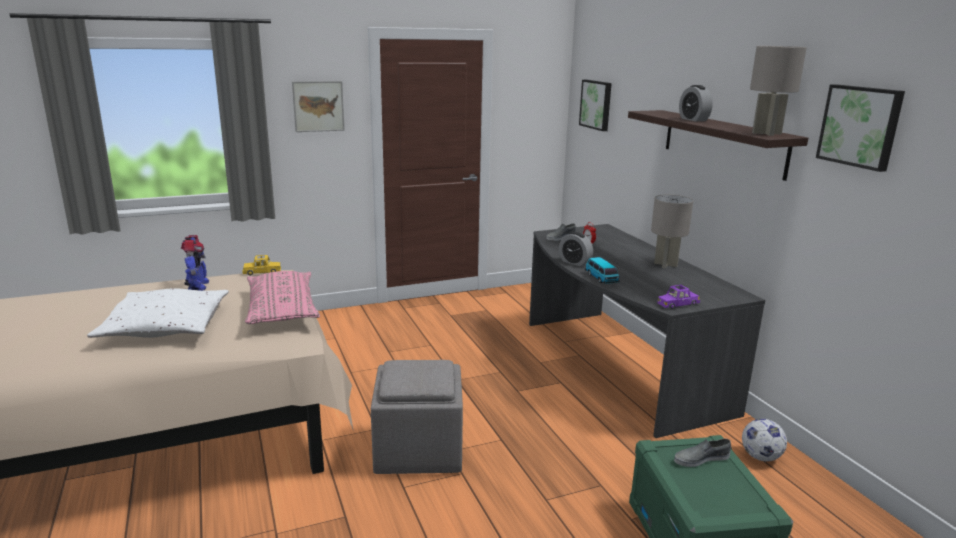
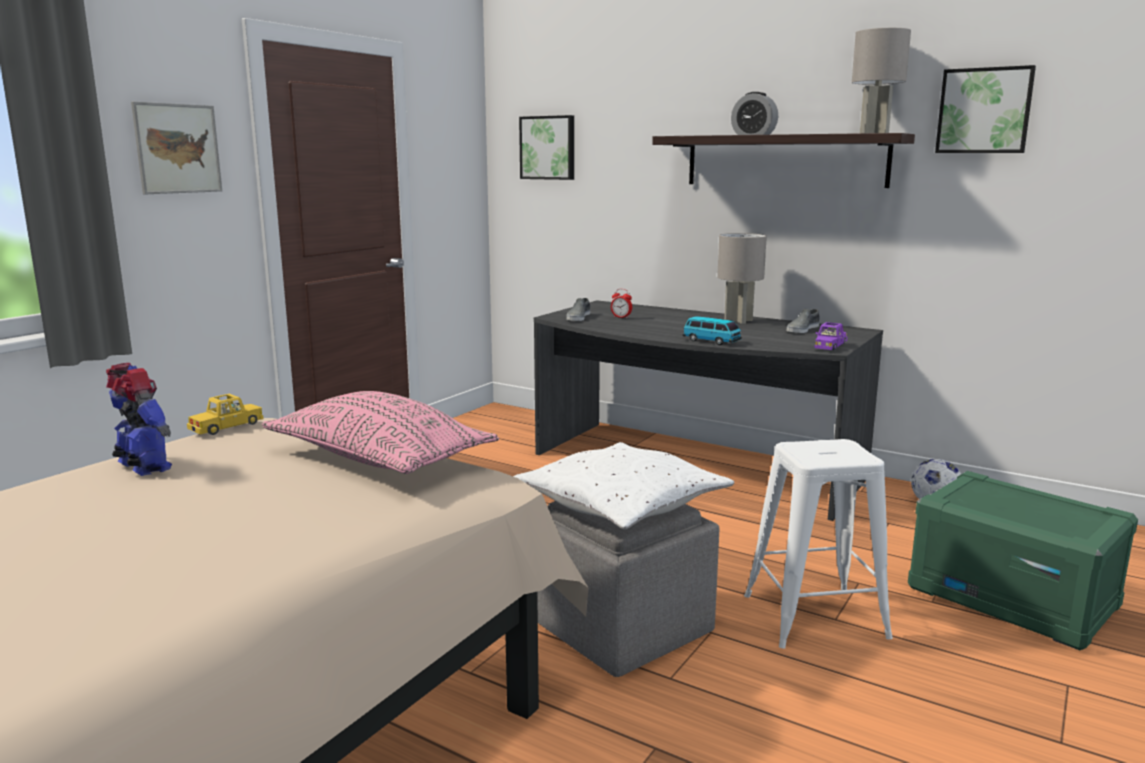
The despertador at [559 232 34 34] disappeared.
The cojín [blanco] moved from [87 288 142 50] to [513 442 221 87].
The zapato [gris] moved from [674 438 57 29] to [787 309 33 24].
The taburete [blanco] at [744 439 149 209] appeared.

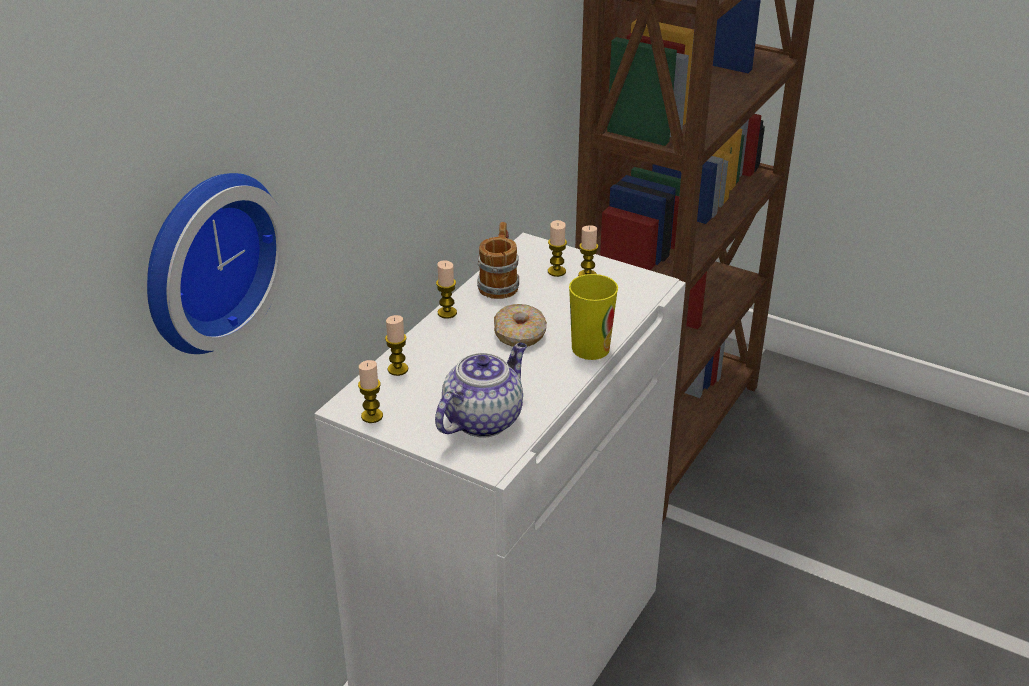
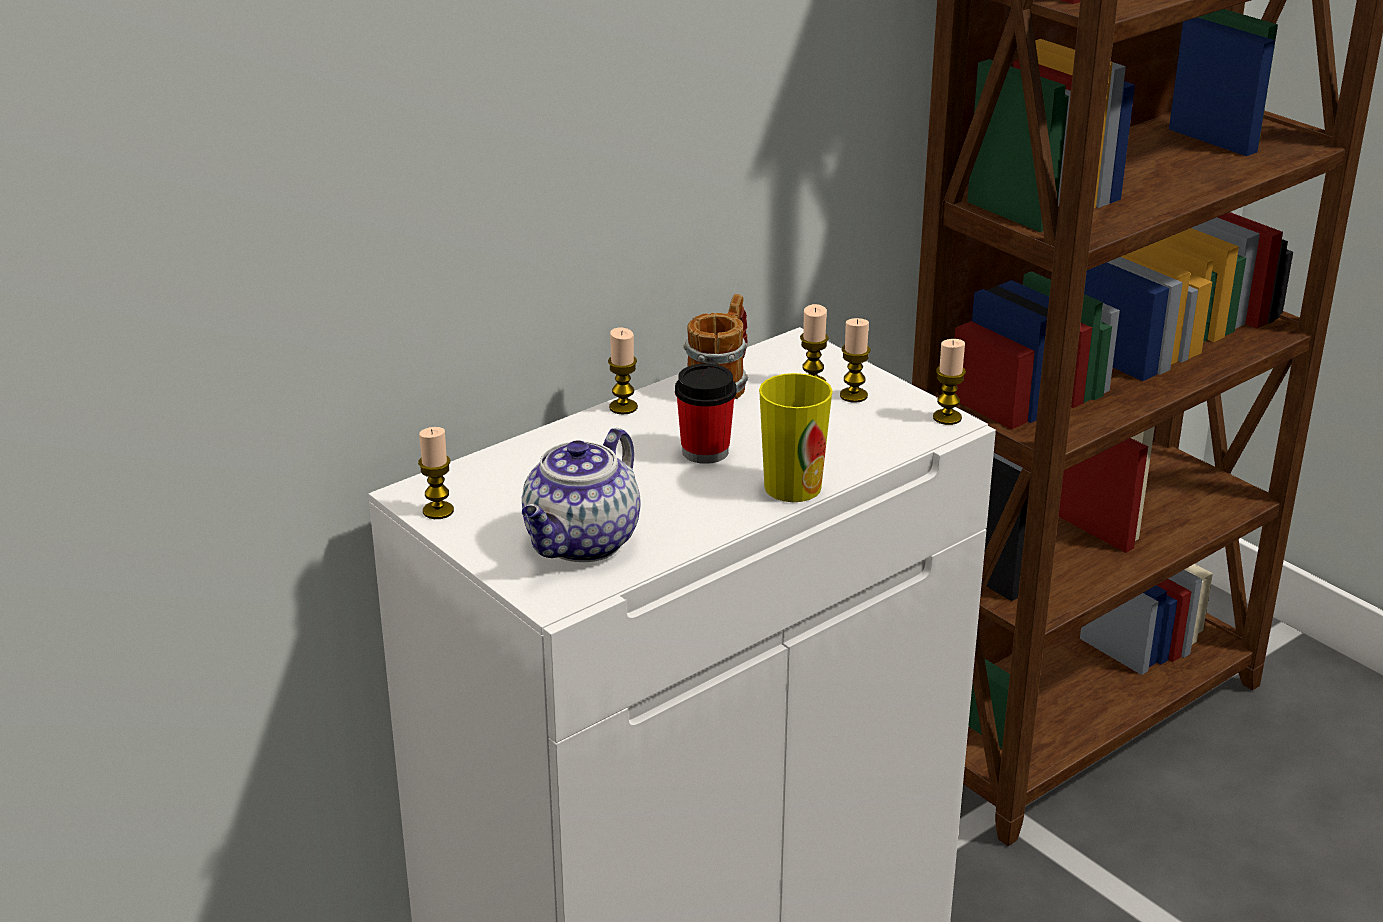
The reloj de pared at [147 173 141 181] disappeared.
The rosquilla at [494 304 53 43] was replaced by the taza at [675 364 61 100].
The vela moved from [385 315 23 61] to [933 339 33 86].
The tetera at [435 343 92 95] turned 150 degrees clockwise.

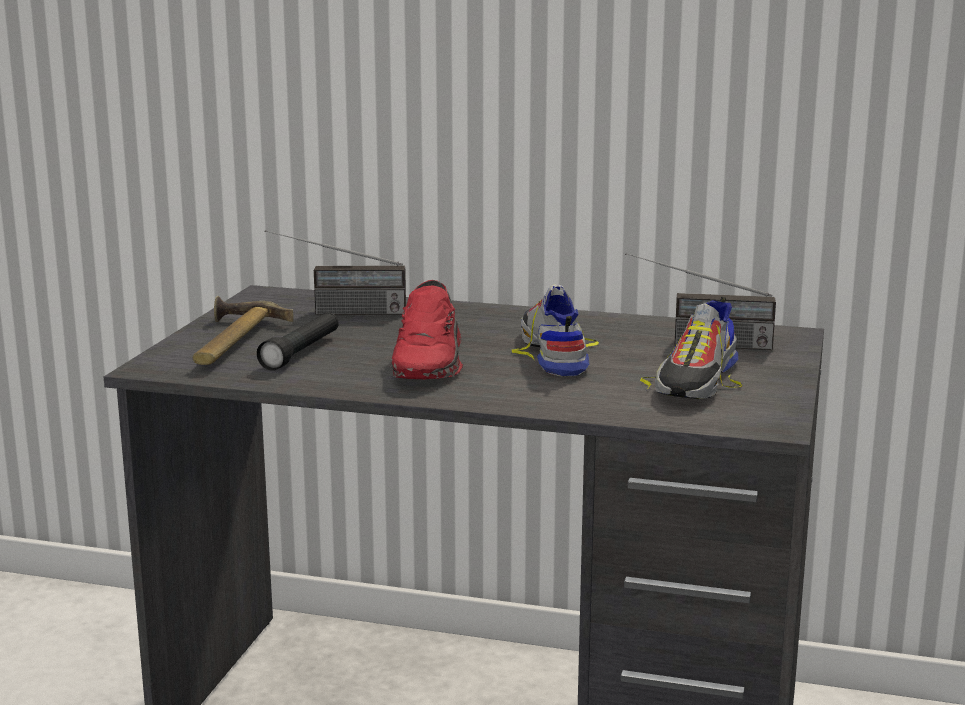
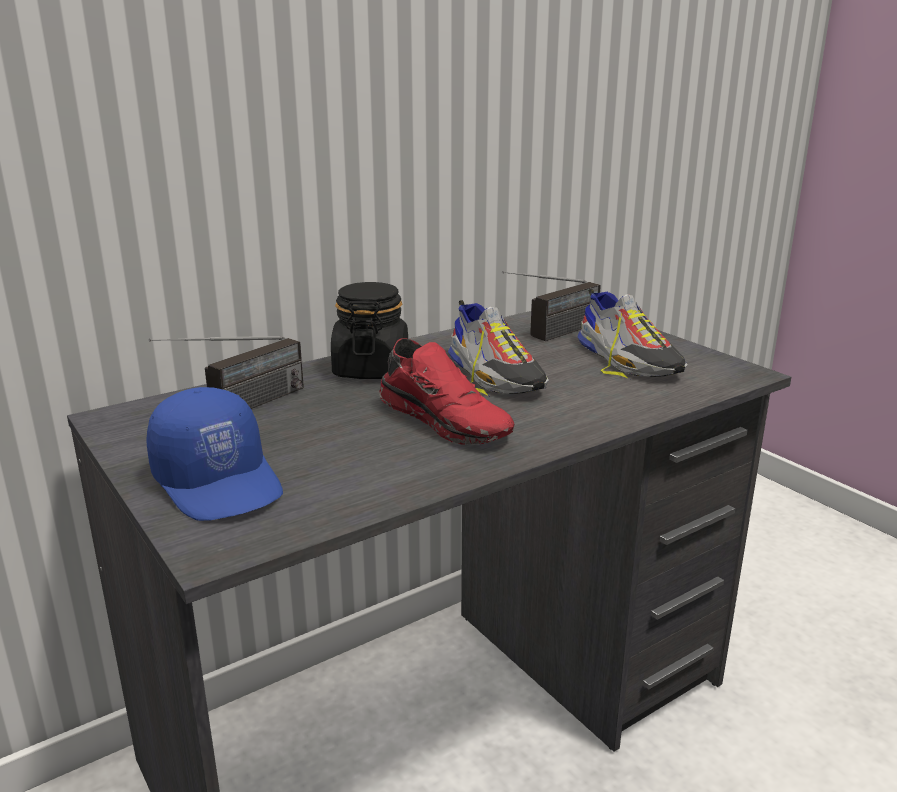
The zapato at [512 284 87 93] turned 150 degrees counterclockwise.
The martillo at [193 296 100 69] was replaced by the gorra [azul] at [146 387 137 134].
The linterna [negro] at [257 312 82 59] disappeared.
The tarro [negro] at [331 282 77 97] appeared.

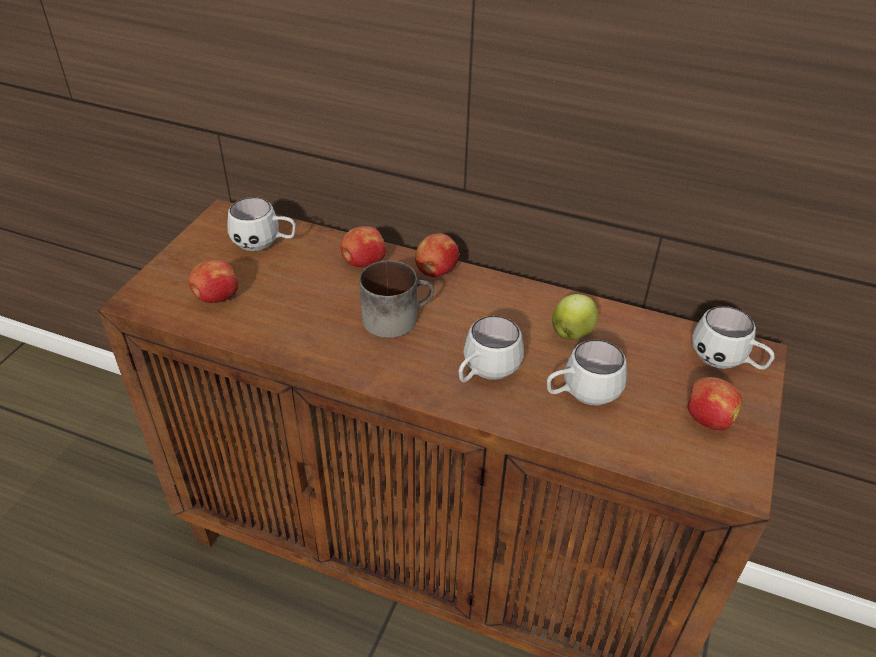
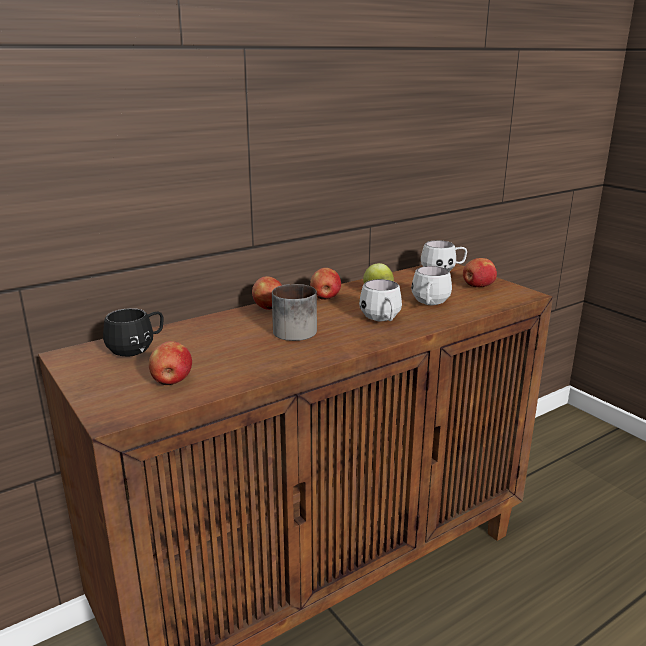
The taza grande [blanco] at [228 197 68 54] became the taza grande [negro] at [103 308 60 49].
The manzana moved from [340 226 46 41] to [310 268 31 32].

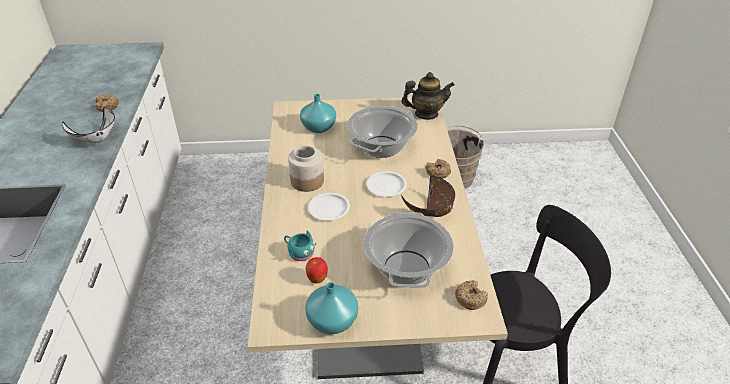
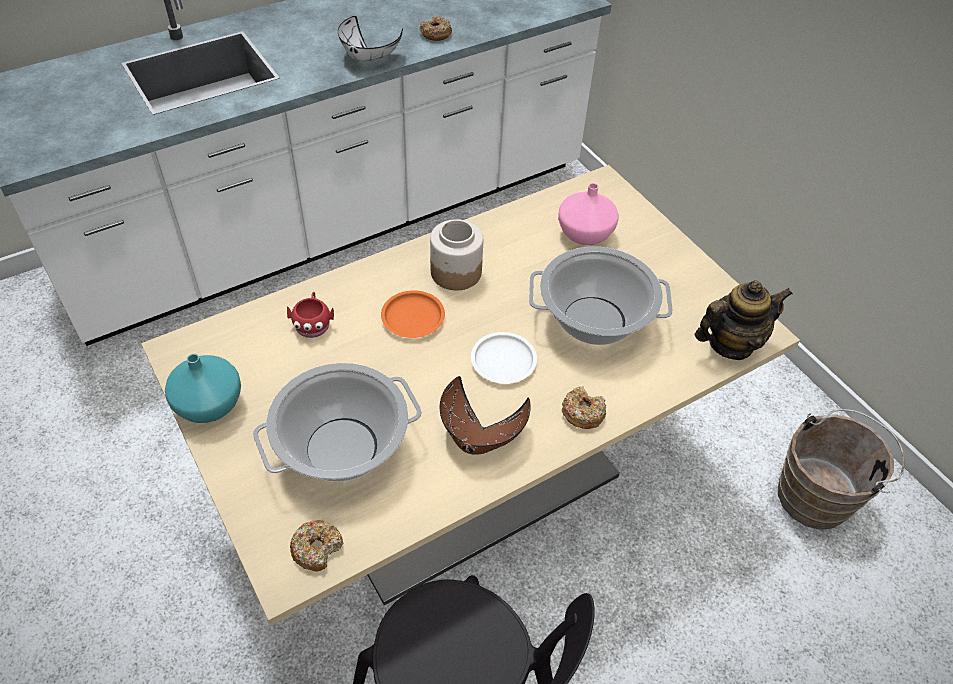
The tetera at [401 72 54 48] turned 75 degrees counterclockwise.
The florero [turquesa] at [300 94 36 39] became the florero [rosa] at [558 183 60 62].
The plato [blanco] at [308 193 42 27] became the plato [naranja] at [381 290 64 48].
The taza grande [turquesa] at [284 231 32 30] became the taza grande [rojo] at [287 292 47 46].
The manzana at [305 257 23 26] disappeared.

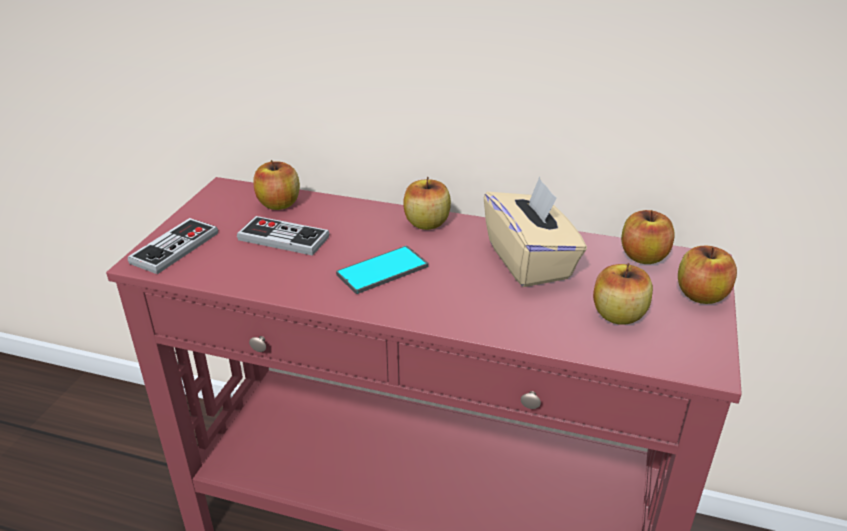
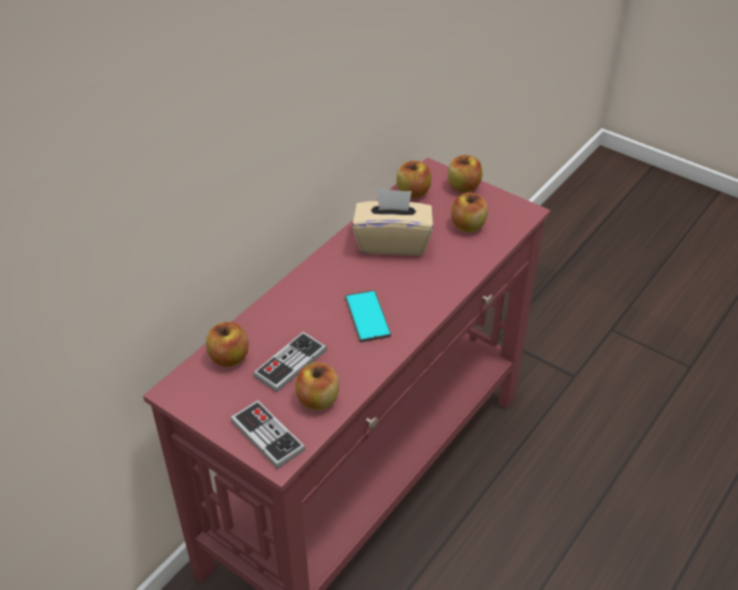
The manzana moved from [403 177 48 53] to [295 362 44 48].

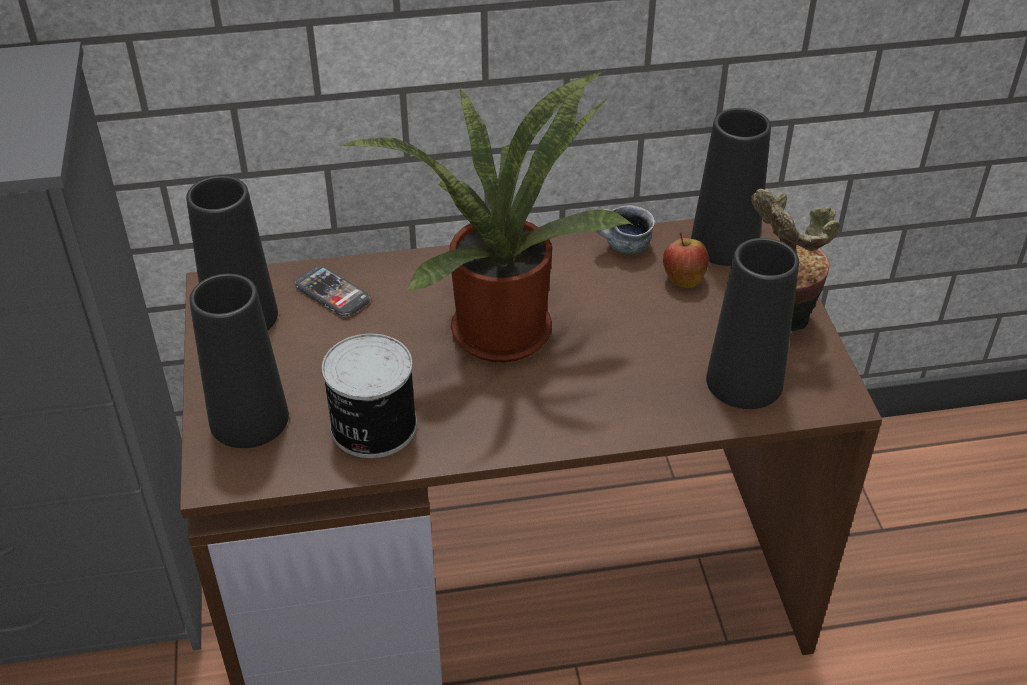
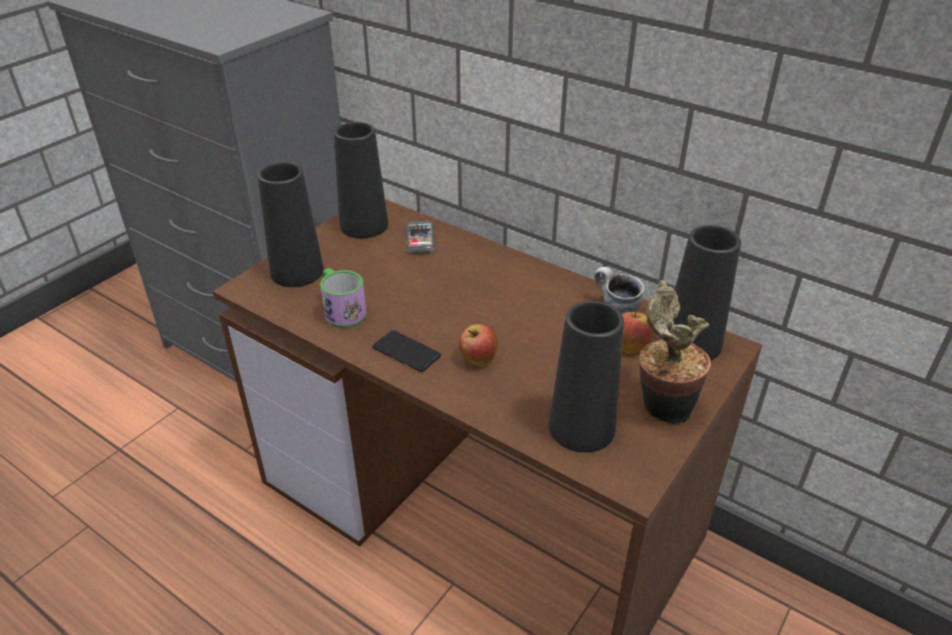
The planta en maceta at [341 71 292 291] disappeared.
The lata at [322 334 95 124] was replaced by the taza grande at [320 268 47 60].
The manzana at [459 324 39 42] appeared.
The móvil at [373 330 68 42] appeared.

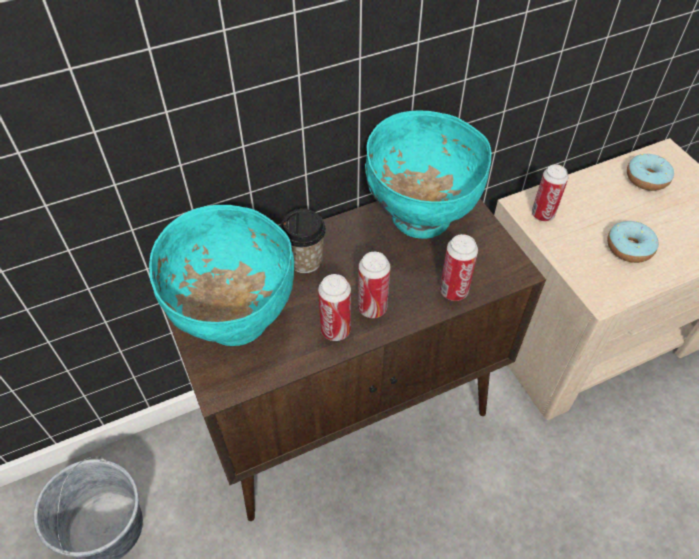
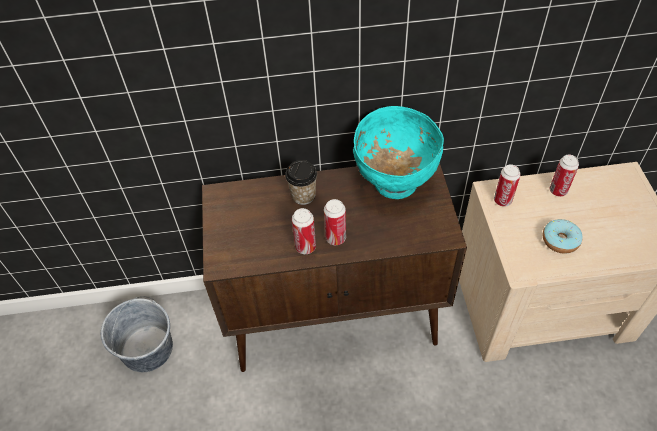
The rosquilla at [627 154 47 37] disappeared.
The cuenco [turquesa] at [149 205 145 141] disappeared.
The lata moved from [440 234 38 67] to [550 155 29 42].

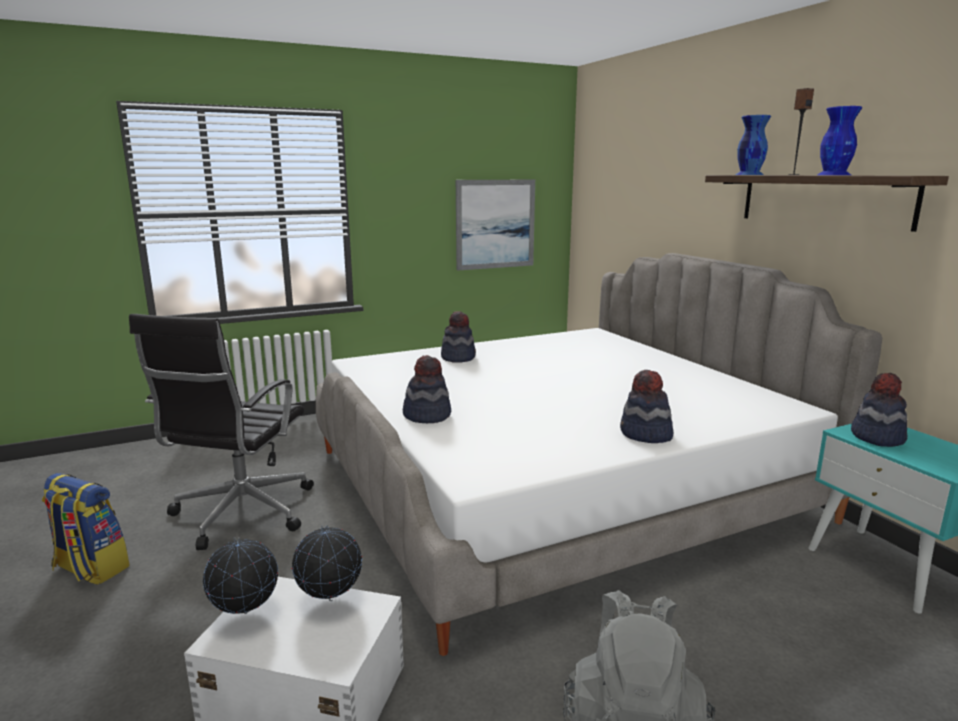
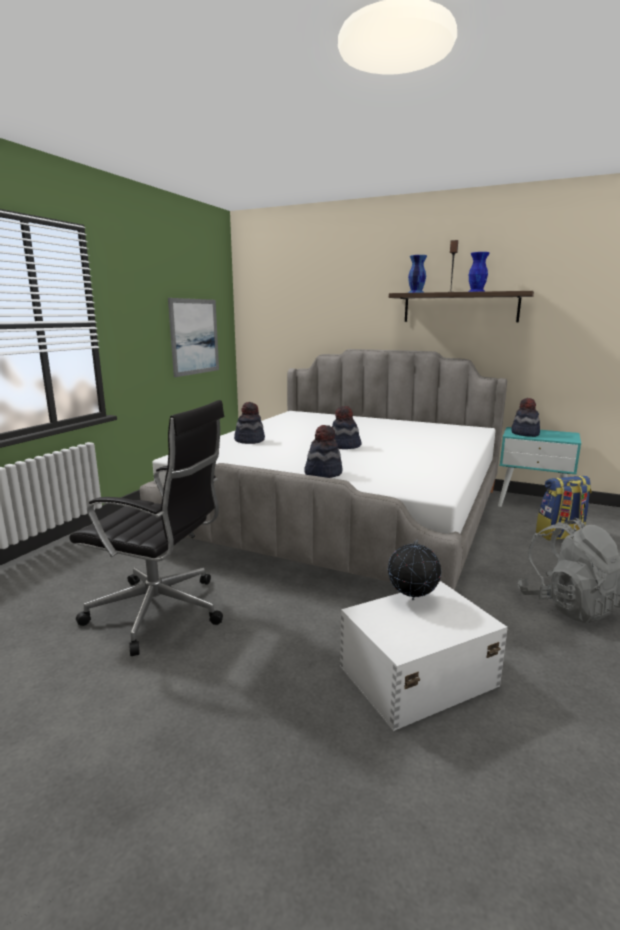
The silla de oficina [negro] at [129 314 185 236] turned 45 degrees counterclockwise.
The sombrero moved from [620 370 53 73] to [332 406 30 43].
The mochila moved from [42 473 88 112] to [536 476 56 65].
The globo terráqueo at [203 537 75 77] disappeared.

